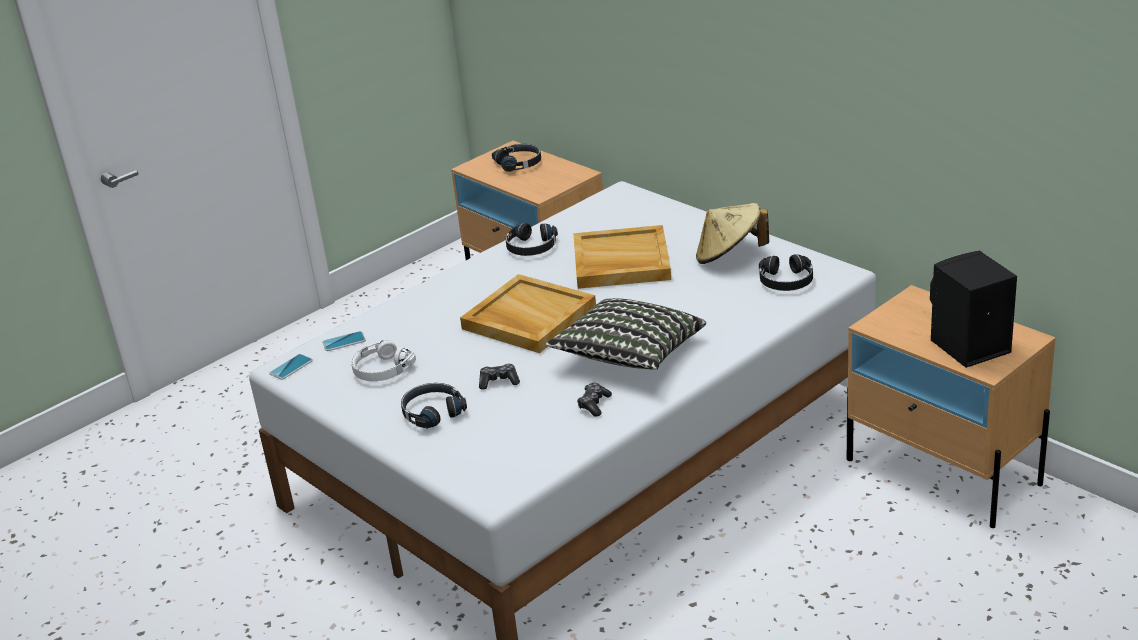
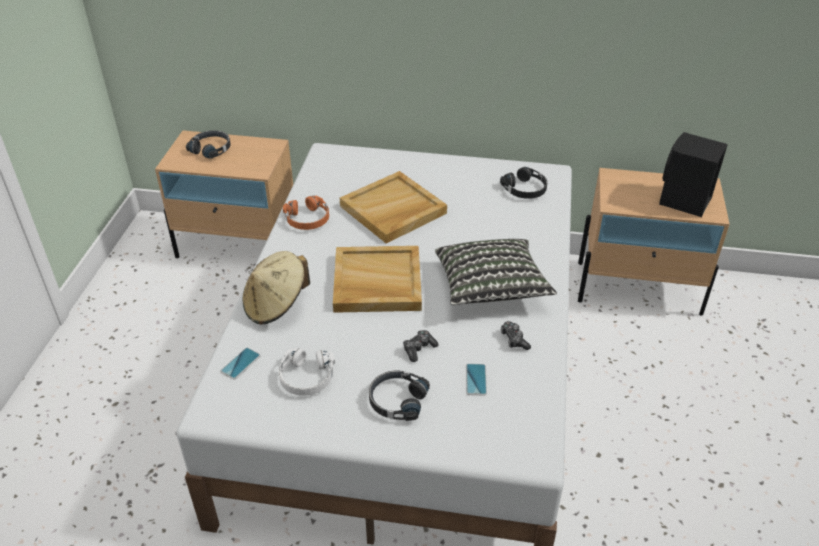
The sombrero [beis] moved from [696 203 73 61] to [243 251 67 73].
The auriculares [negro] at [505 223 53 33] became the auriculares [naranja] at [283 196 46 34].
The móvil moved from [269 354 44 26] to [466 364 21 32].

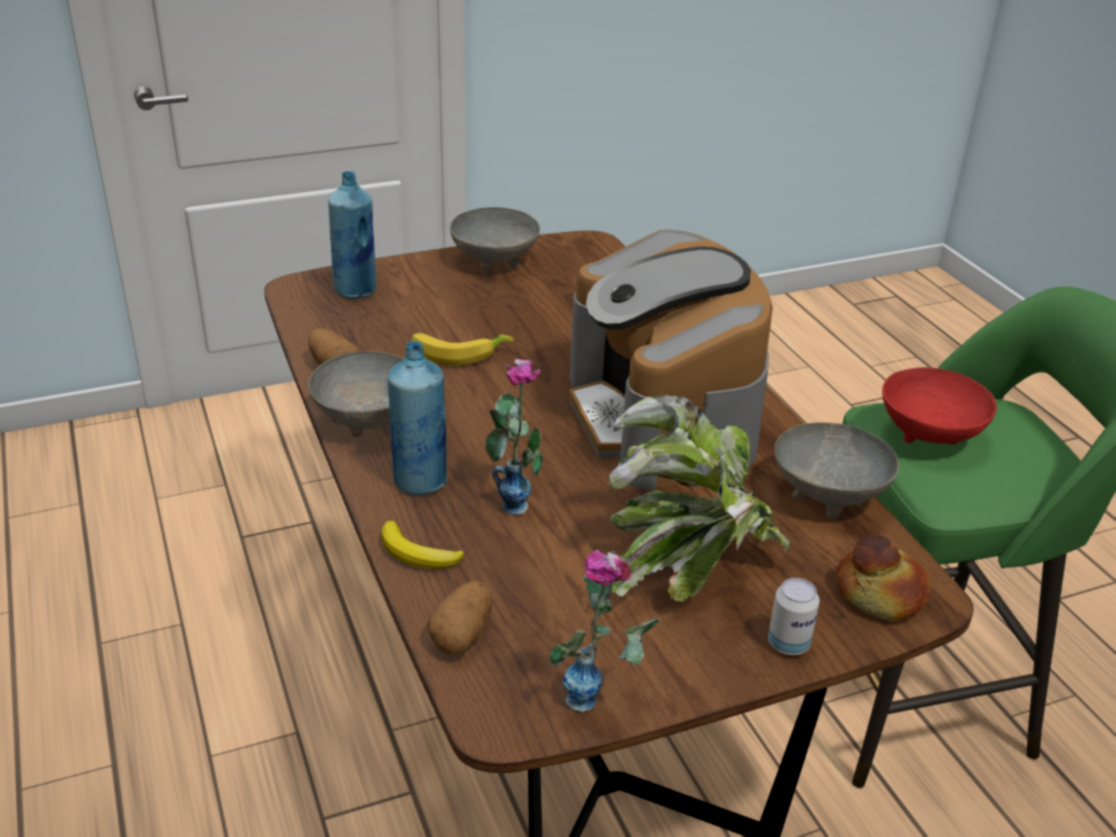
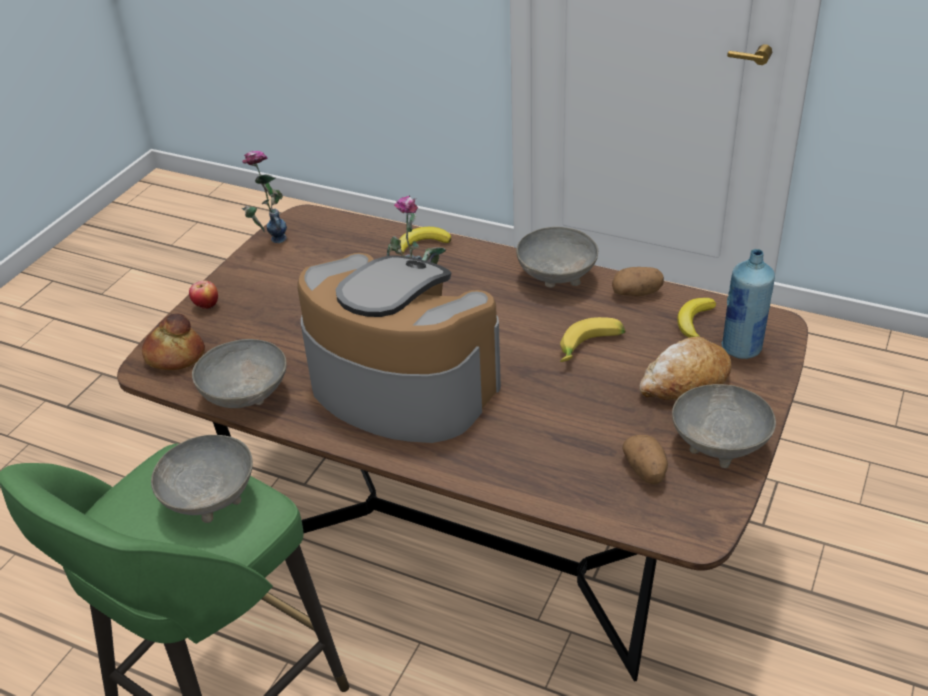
The botella [azul] at [388 341 59 154] disappeared.
The cuenco [rojo] at [882 367 115 78] became the cuenco [gris] at [151 435 102 88].
The planta en maceta at [609 394 182 208] disappeared.
The lata at [768 578 52 77] was replaced by the manzana at [189 281 29 28].
The patata moved from [427 580 65 75] to [622 435 46 49].
The plátano at [677 298 39 40] appeared.
The pan at [639 336 93 64] appeared.

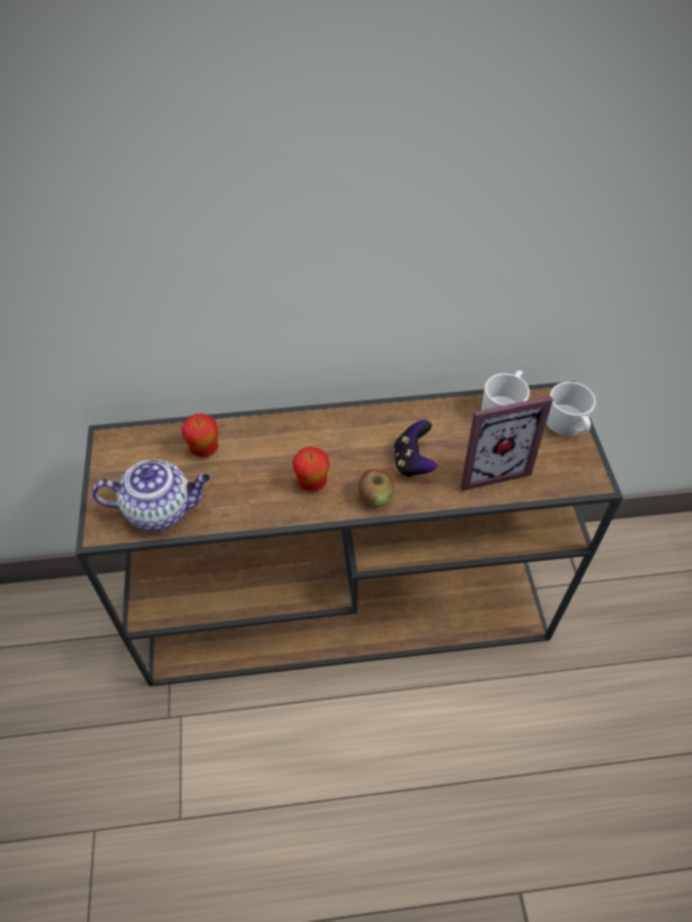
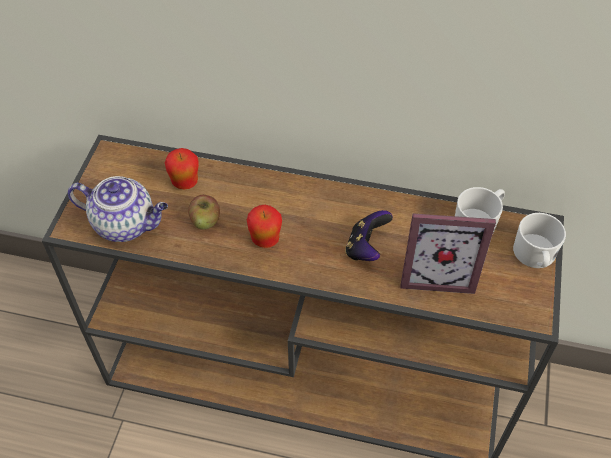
The manzana moved from [358 469 36 38] to [188 195 32 35].

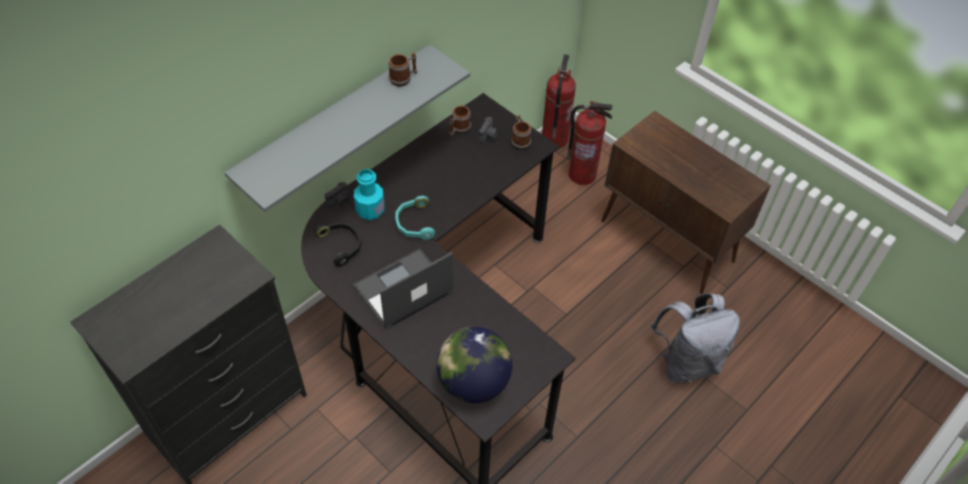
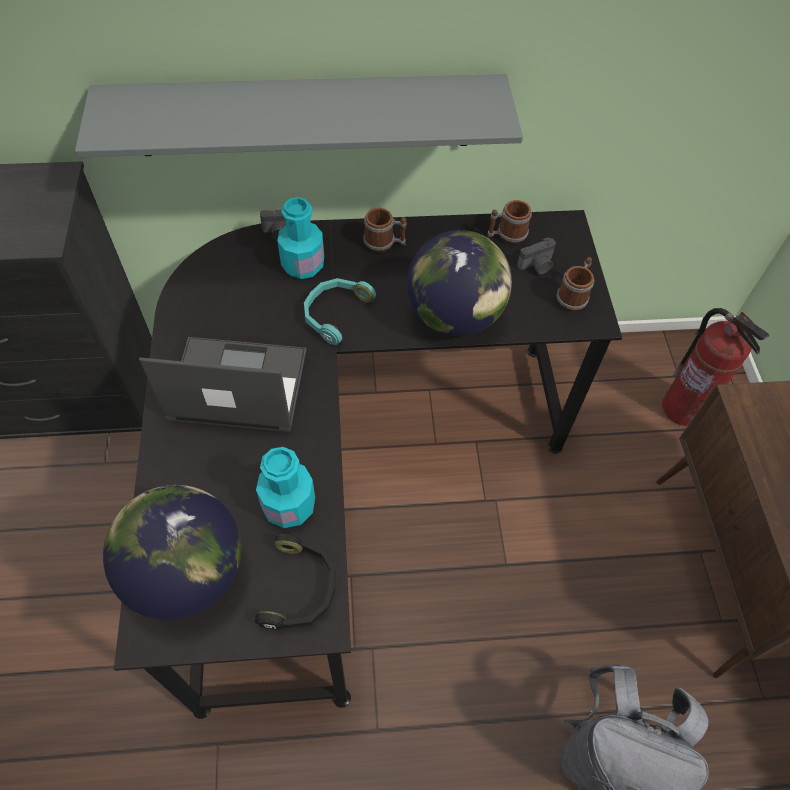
The taza grande moved from [389 52 28 34] to [363 208 44 45].
The extintor at [542 54 34 94] disappeared.
The auriculares [negro] moved from [315 222 47 45] to [255 534 81 96].
The globo terráqueo at [407 230 105 106] appeared.
The botella [turquesa] at [256 447 59 81] appeared.

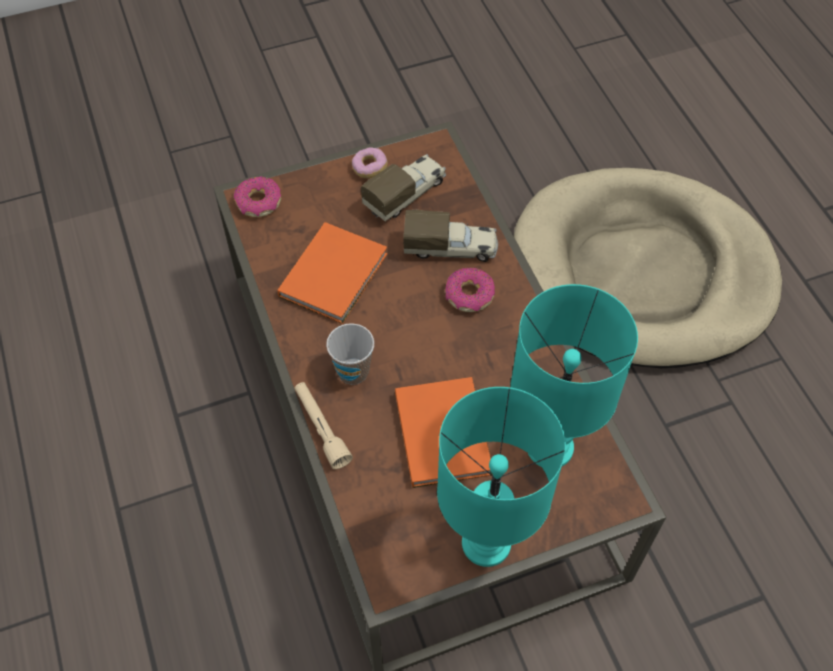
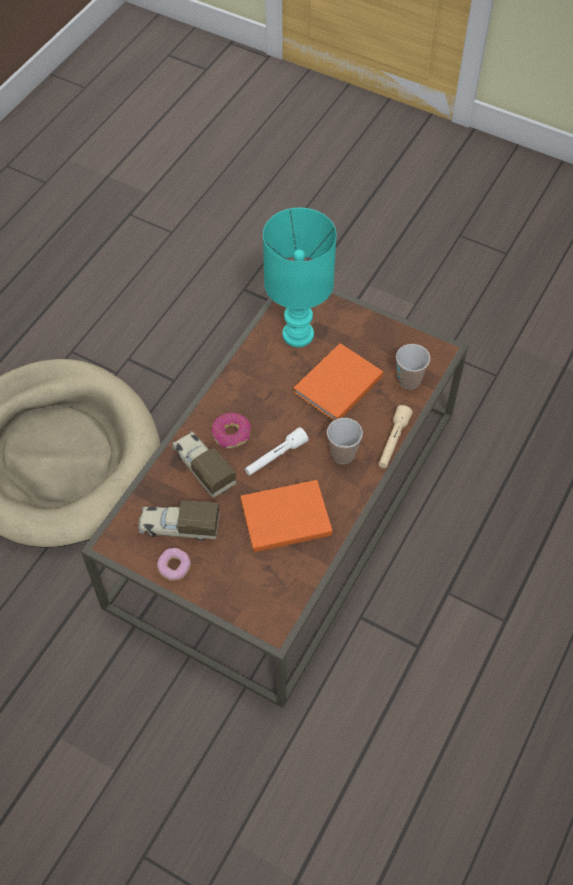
The rosquilla at [234 176 47 41] disappeared.
The lámpara de mesa [turquesa] at [437 387 129 180] disappeared.
The taza at [396 344 34 46] appeared.
The linterna [blanco] at [245 427 64 49] appeared.

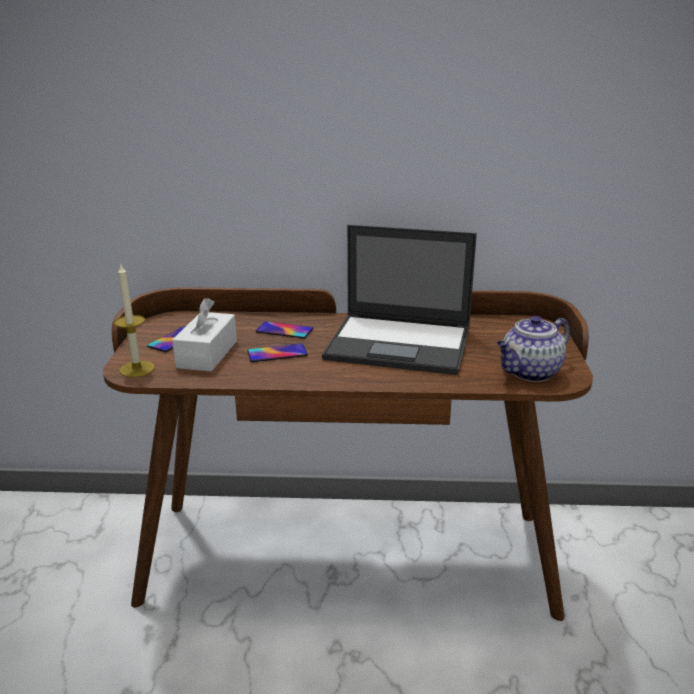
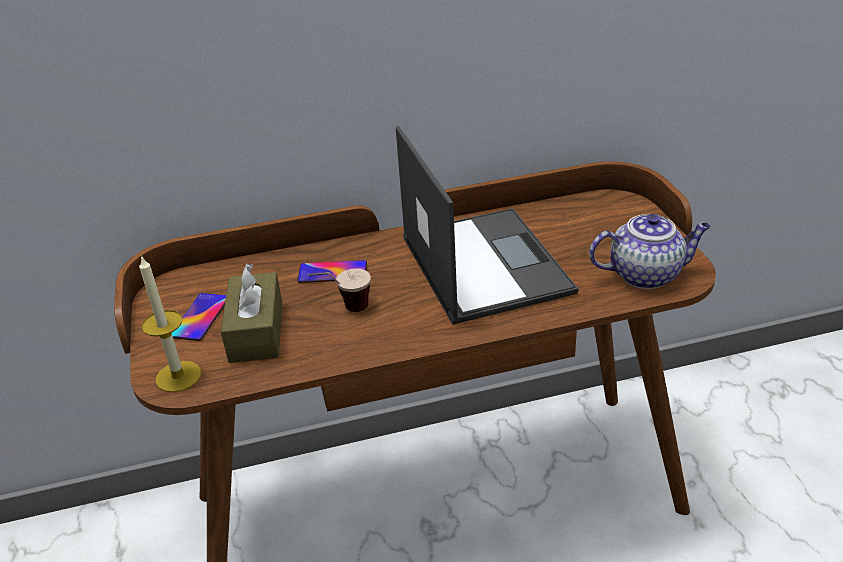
The portátil at [322 225 155 150] turned 105 degrees counterclockwise.
The caja de pañuelos [blanco] at [172 298 65 74] became the caja de pañuelos [marrón] at [221 264 61 99].
The tetera at [497 316 73 66] turned 135 degrees counterclockwise.
The móvil at [248 343 60 19] was replaced by the taza at [308 268 63 44].

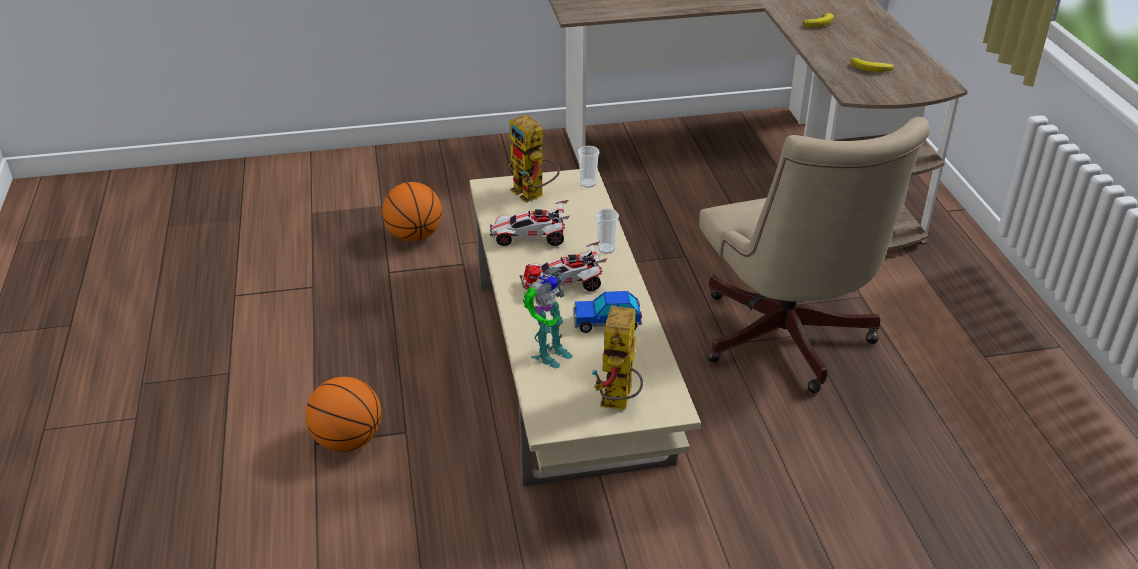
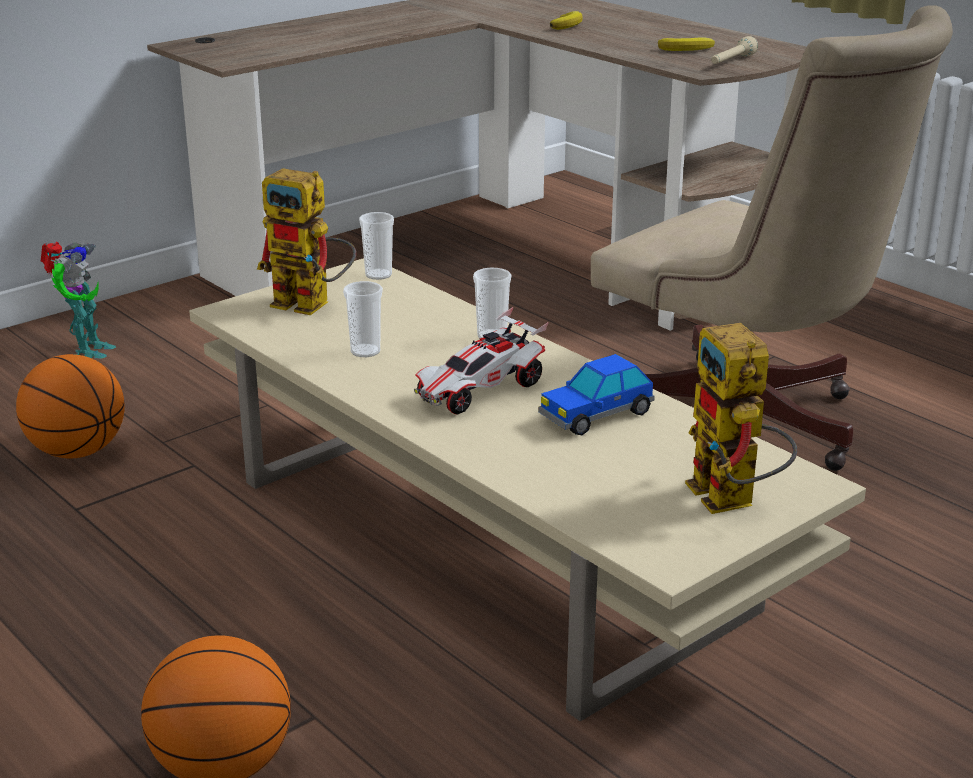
The coche de juguete at [490 200 80 46] was replaced by the taza at [343 281 40 76].
The robot de juguete moved from [523 264 50 104] to [41 242 75 116].
The linterna [beis] at [711 36 47 28] appeared.

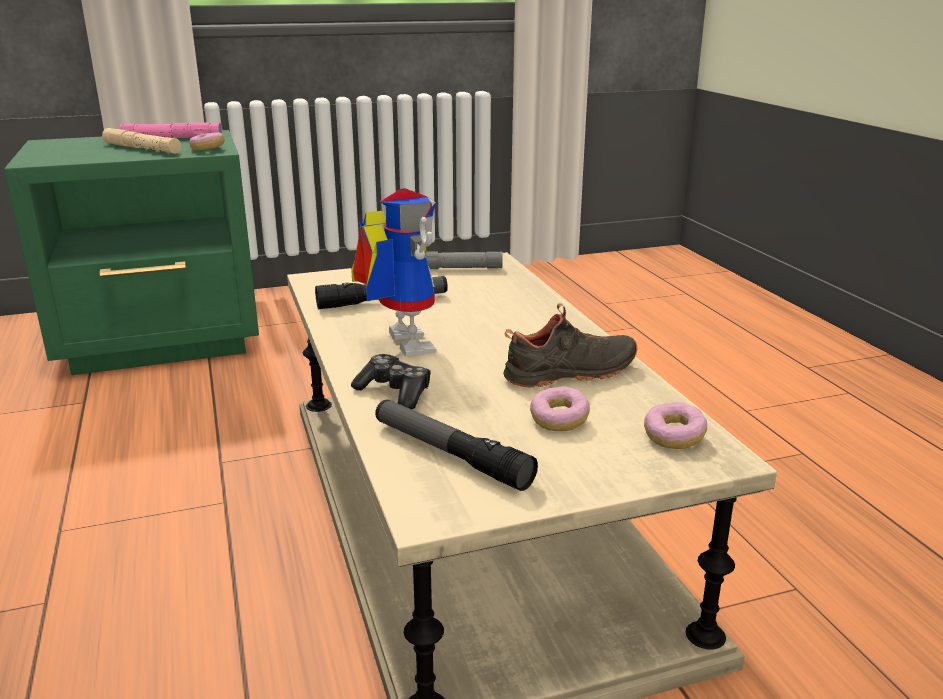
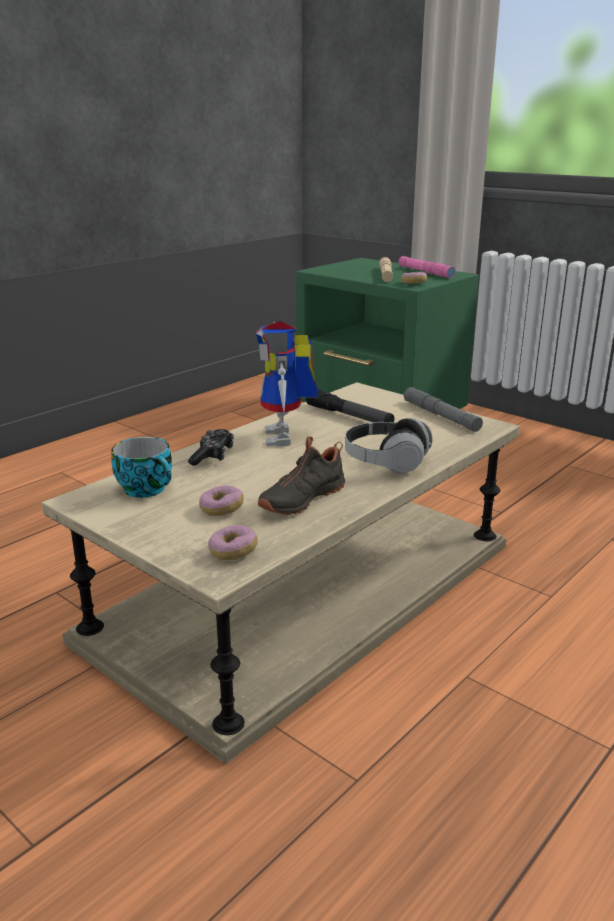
The robot de juguete at [351 188 86 169] turned 135 degrees clockwise.
The zapato [negro] at [503 303 134 85] turned 90 degrees clockwise.
The linterna at [375 400 163 91] was replaced by the taza at [111 437 61 61].
The auriculares at [345 418 88 55] appeared.

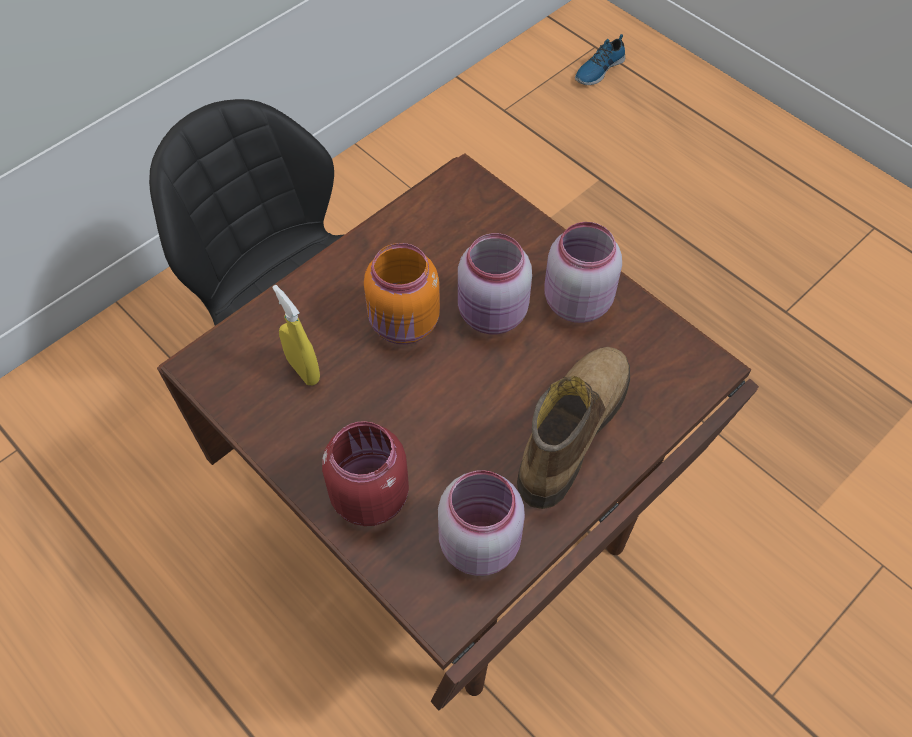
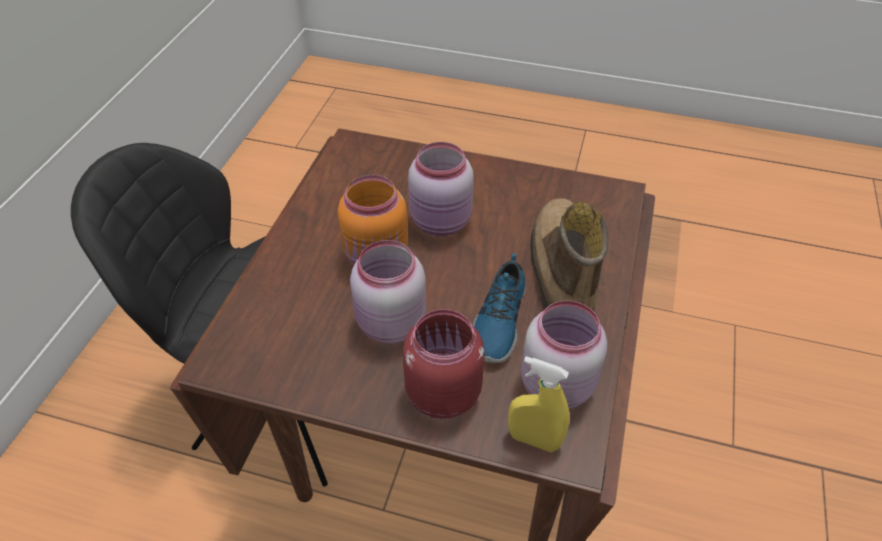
The zapato moved from [575 34 50 51] to [473 253 53 110].
The tarro [rosa] moved from [544 222 78 101] to [350 240 76 104].
The pulverizador [amarillo] moved from [272 285 48 100] to [508 356 62 96].

